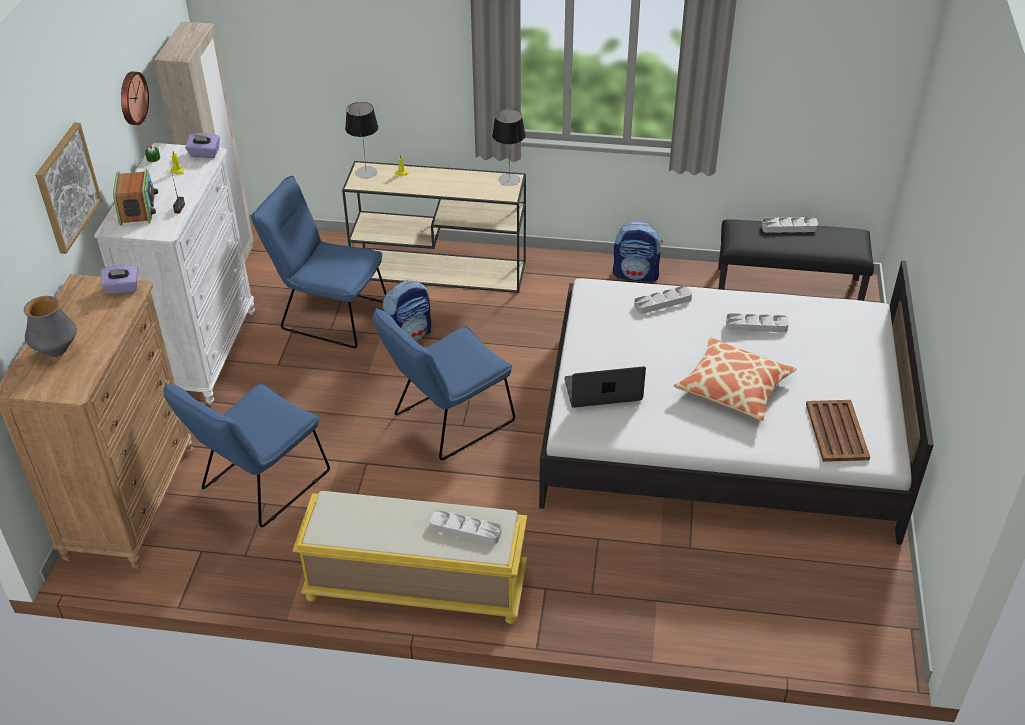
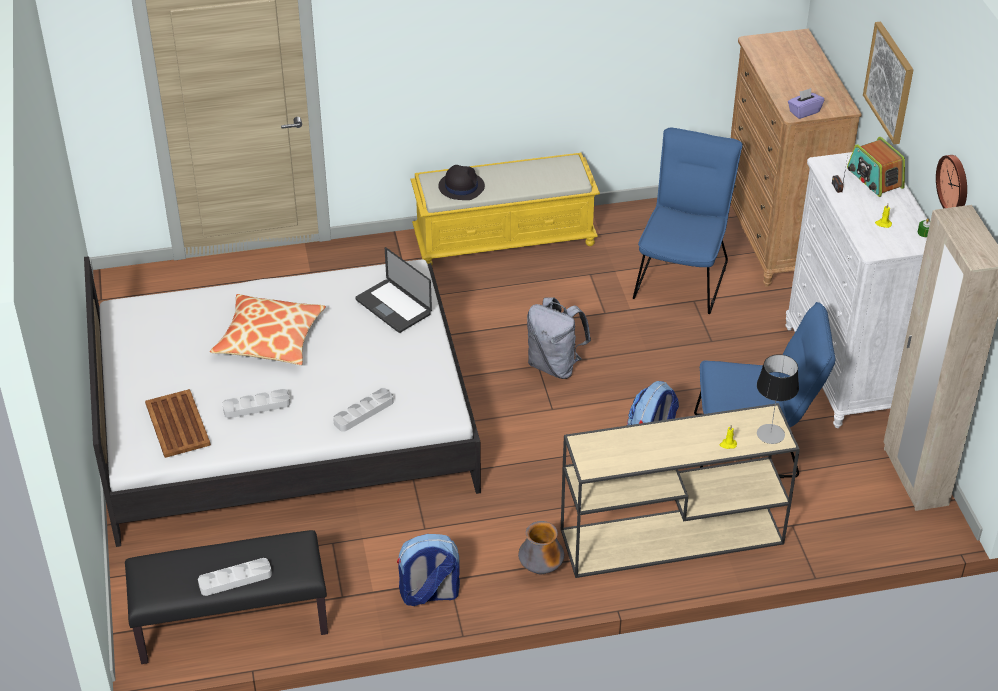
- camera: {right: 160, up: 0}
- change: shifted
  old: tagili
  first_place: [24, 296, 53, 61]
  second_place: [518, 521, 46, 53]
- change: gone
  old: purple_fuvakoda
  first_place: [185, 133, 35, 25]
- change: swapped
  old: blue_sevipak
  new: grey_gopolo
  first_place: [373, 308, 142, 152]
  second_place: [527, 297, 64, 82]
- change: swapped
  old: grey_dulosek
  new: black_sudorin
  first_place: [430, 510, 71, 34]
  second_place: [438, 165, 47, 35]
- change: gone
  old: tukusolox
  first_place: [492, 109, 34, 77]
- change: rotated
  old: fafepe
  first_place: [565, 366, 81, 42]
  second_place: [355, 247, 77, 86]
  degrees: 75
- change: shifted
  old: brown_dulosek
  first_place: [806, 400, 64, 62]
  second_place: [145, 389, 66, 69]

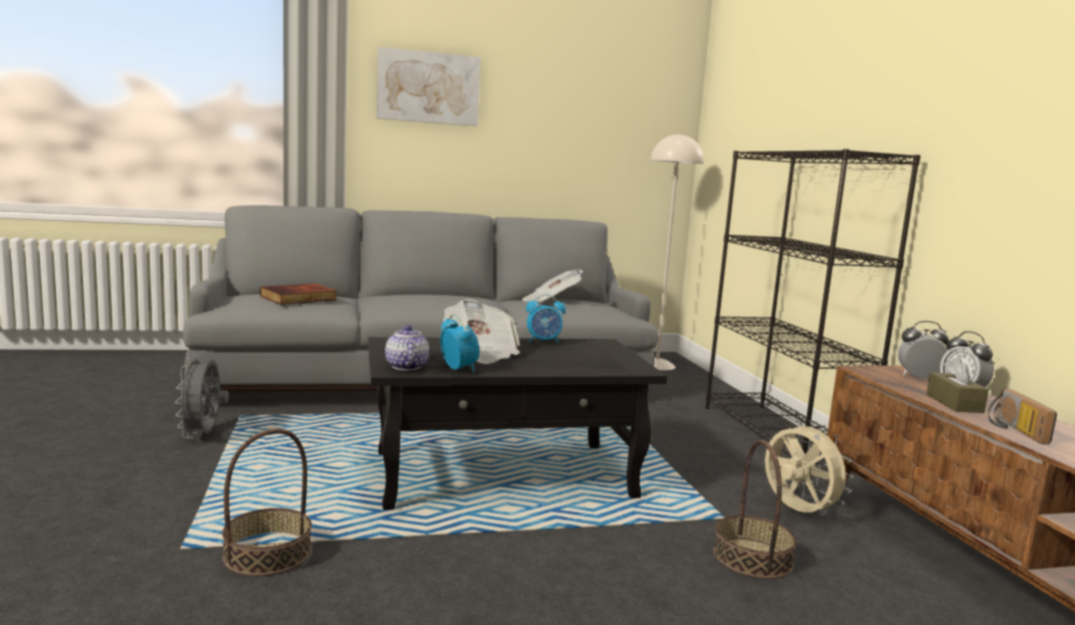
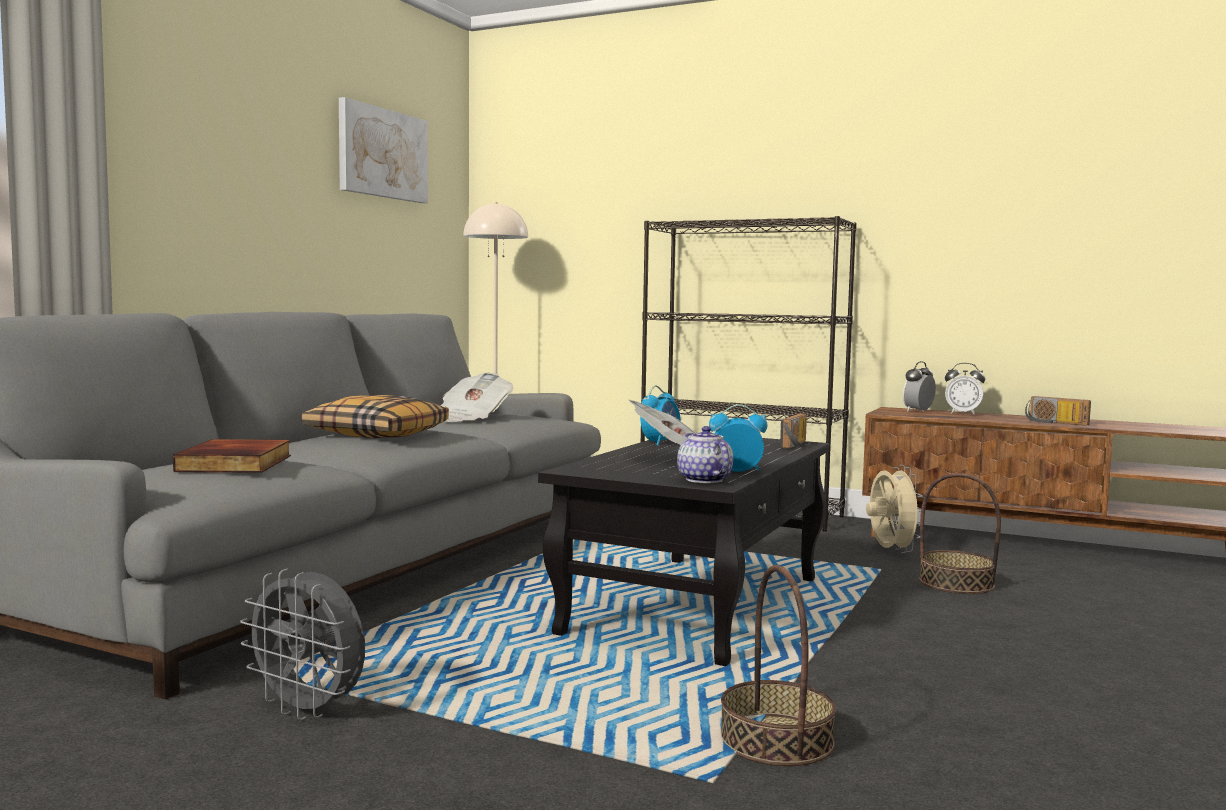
- camera: {right: -50, up: -5}
- change: shifted
  old: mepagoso
  first_place: [377, 47, 104, 79]
  second_place: [339, 97, 89, 106]
- change: rotated
  old: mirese
  first_place: [385, 325, 45, 45]
  second_place: [677, 426, 56, 57]
  degrees: 45
- change: rotated
  old: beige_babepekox
  first_place: [765, 420, 89, 95]
  second_place: [866, 465, 57, 88]
  degrees: 75
- change: gone
  old: brown_fuvakoda
  first_place: [926, 357, 63, 56]
- change: new
  new: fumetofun
  second_place: [302, 395, 147, 43]
- change: new
  new: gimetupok
  second_place: [780, 413, 30, 36]

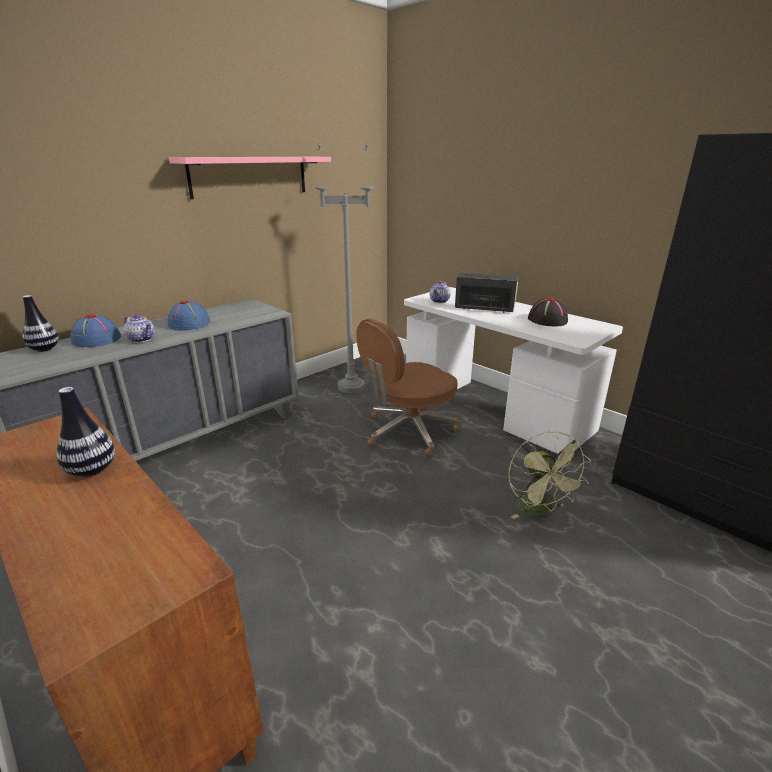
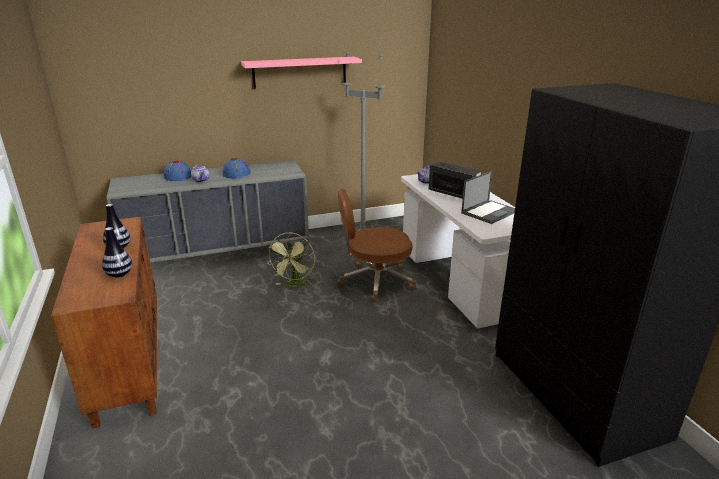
- camera: {right: 25, up: 0}
- change: shifted
  old: tagili
  first_place: [22, 295, 37, 57]
  second_place: [102, 227, 30, 51]
- change: shifted
  old: green_babepekox
  first_place: [508, 431, 83, 88]
  second_place: [267, 233, 48, 55]
- change: swapped
  old: black_sudorin
  new: fafepe
  first_place: [528, 298, 40, 29]
  second_place: [461, 171, 54, 53]

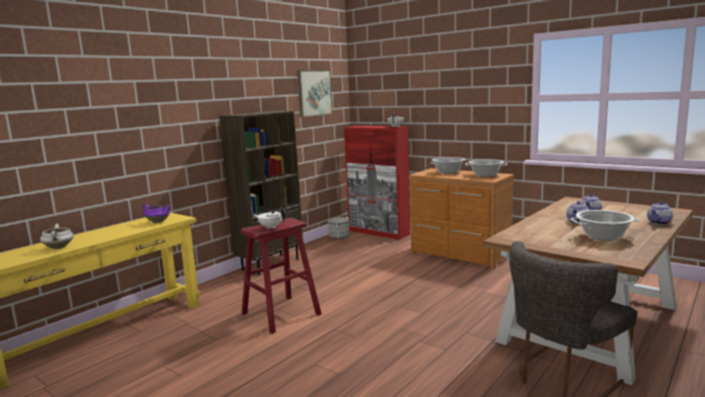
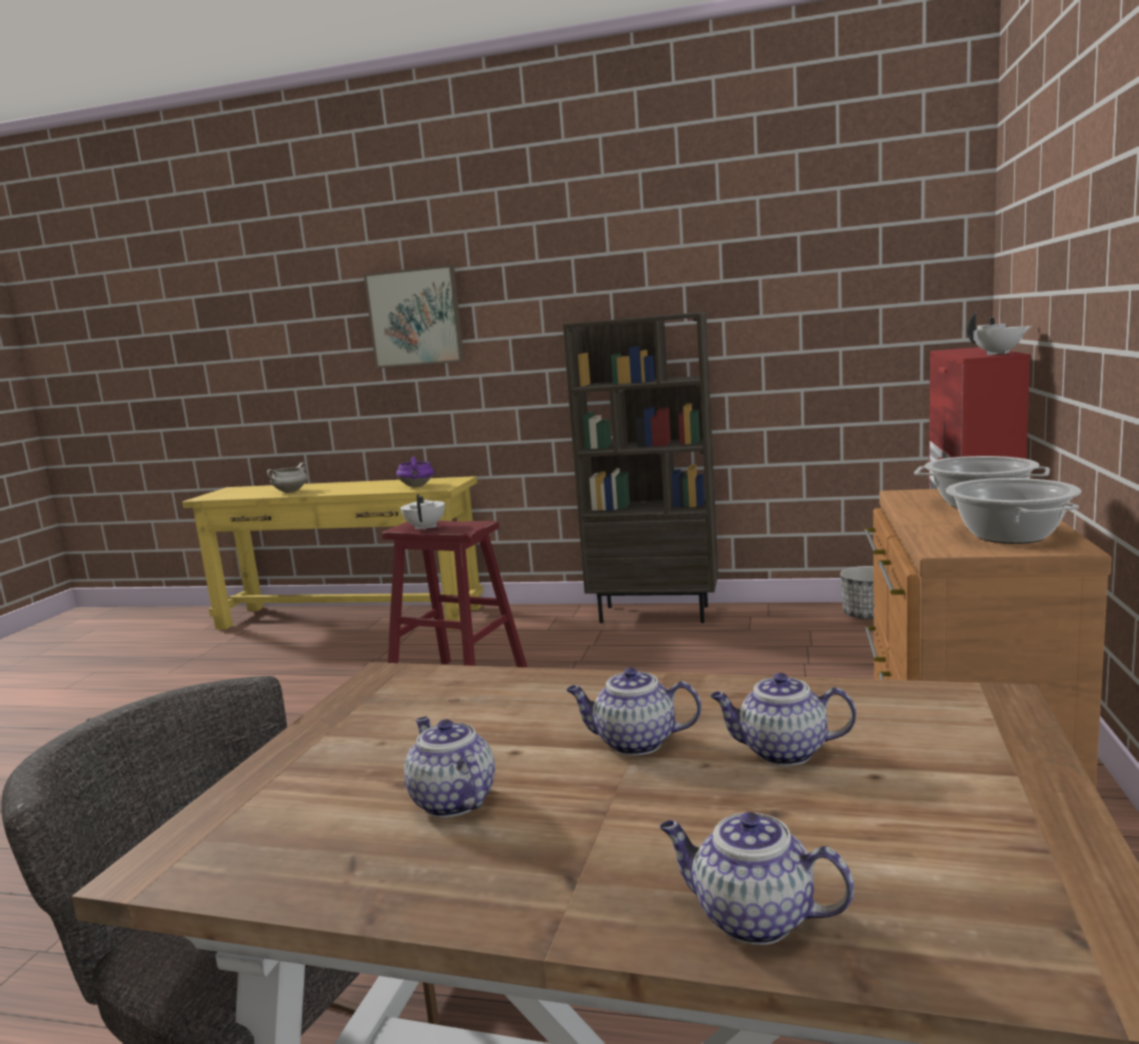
- camera: {right: 65, up: 0}
- change: shifted
  old: mepagoso
  first_place: [297, 70, 36, 48]
  second_place: [364, 265, 100, 103]
- change: swapped
  old: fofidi
  new: mirese
  first_place: [570, 210, 69, 31]
  second_place: [404, 717, 91, 101]

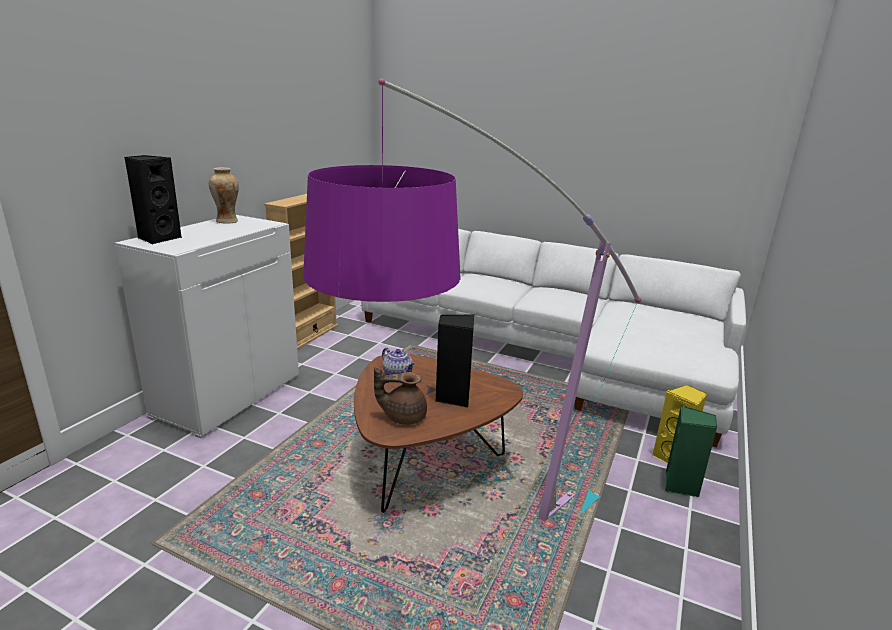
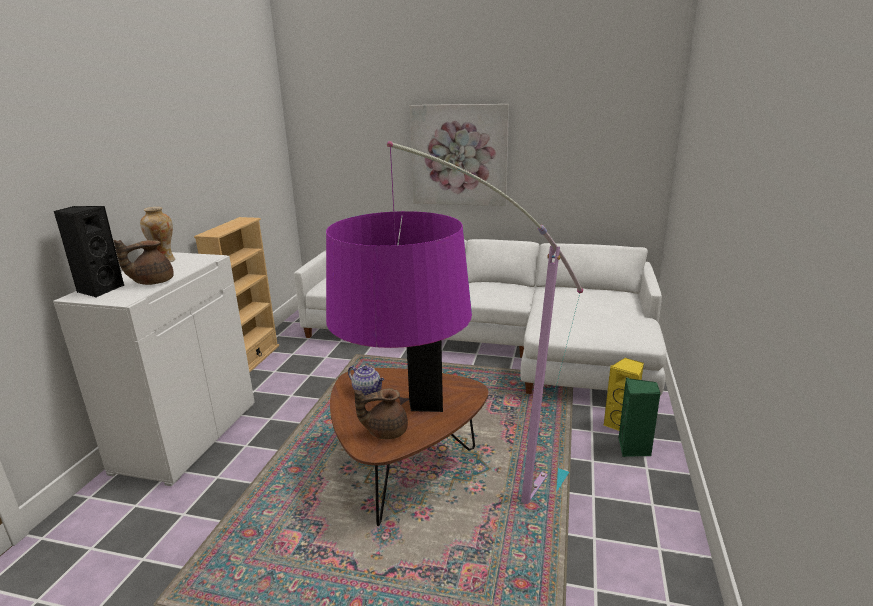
- camera: {right: -10, up: 0}
- change: new
  new: brown_mirese
  second_place: [114, 240, 60, 45]
- change: new
  new: mepagoso
  second_place: [410, 104, 99, 102]

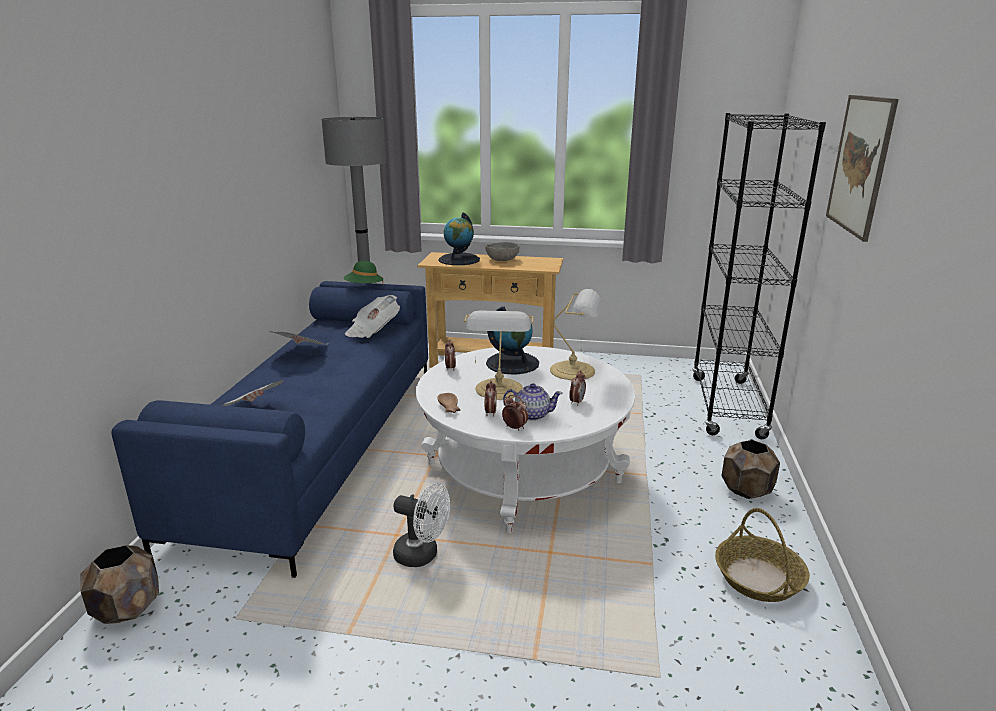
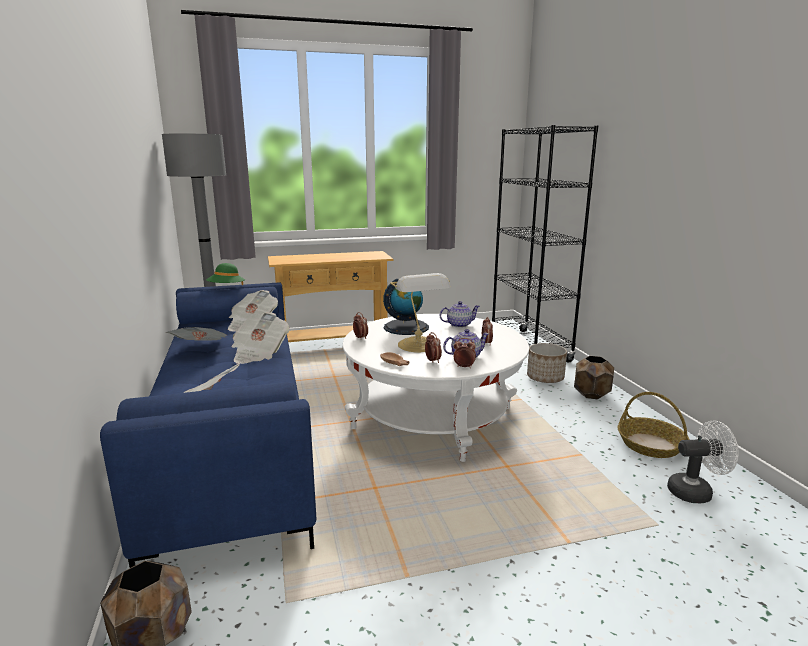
- camera: {right: -25, up: -5}
- change: shifted
  old: white_babepekox
  first_place: [393, 483, 57, 84]
  second_place: [667, 420, 72, 83]
- change: gone
  old: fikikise
  first_place: [438, 212, 42, 53]
- change: gone
  old: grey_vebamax
  first_place: [485, 242, 34, 19]
- change: swapped
  old: tukusolox
  new: mirese
  first_place: [550, 289, 52, 91]
  second_place: [440, 301, 40, 27]
- change: gone
  old: mepagoso
  first_place: [826, 95, 73, 147]
- change: new
  new: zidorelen
  second_place: [231, 312, 58, 52]
- change: new
  new: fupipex
  second_place: [527, 343, 40, 40]

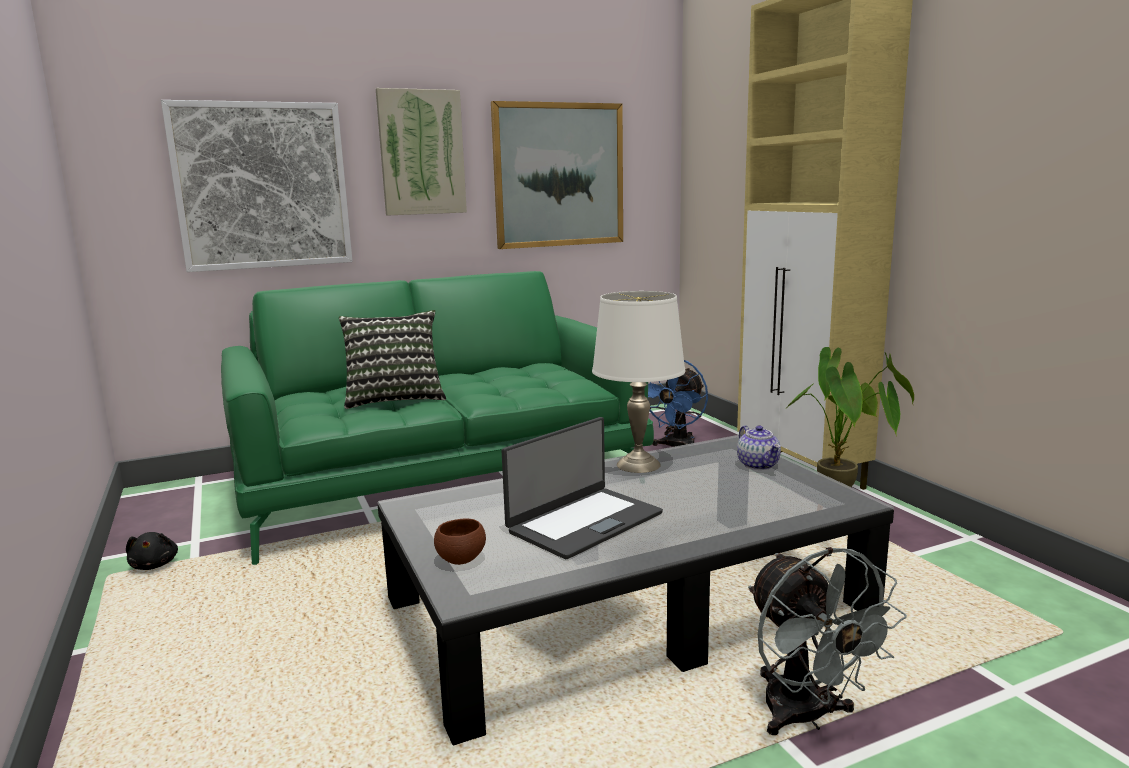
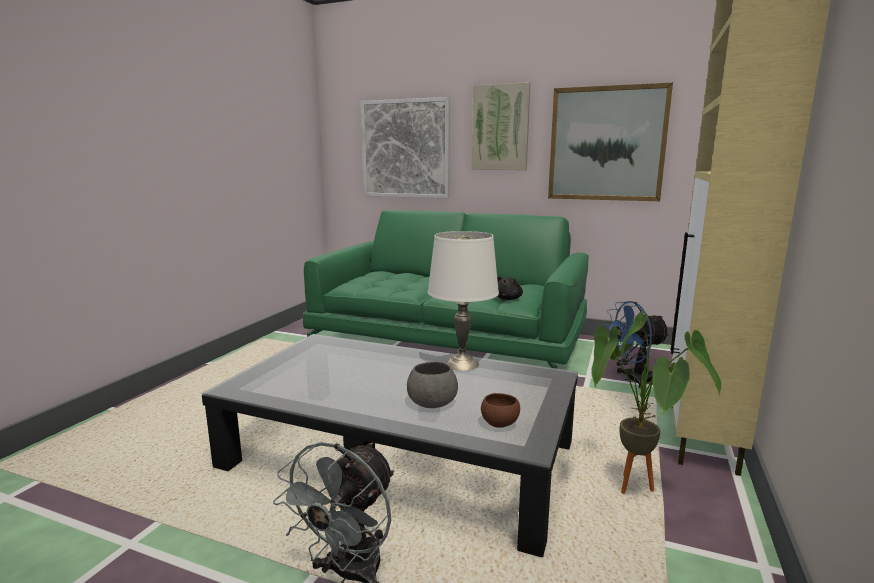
- camera: {right: 45, up: 0}
- change: shifted
  old: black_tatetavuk
  first_place: [126, 532, 52, 38]
  second_place: [497, 276, 26, 24]
- change: gone
  old: fumetofun
  first_place: [339, 310, 107, 99]
- change: shifted
  old: brown_vebamax
  first_place: [434, 518, 52, 47]
  second_place: [481, 393, 39, 35]
- change: gone
  old: fafepe
  first_place: [502, 417, 161, 142]
- change: gone
  old: mirese
  first_place: [737, 425, 44, 45]
- change: new
  new: grey_vebamax
  second_place: [407, 361, 51, 47]

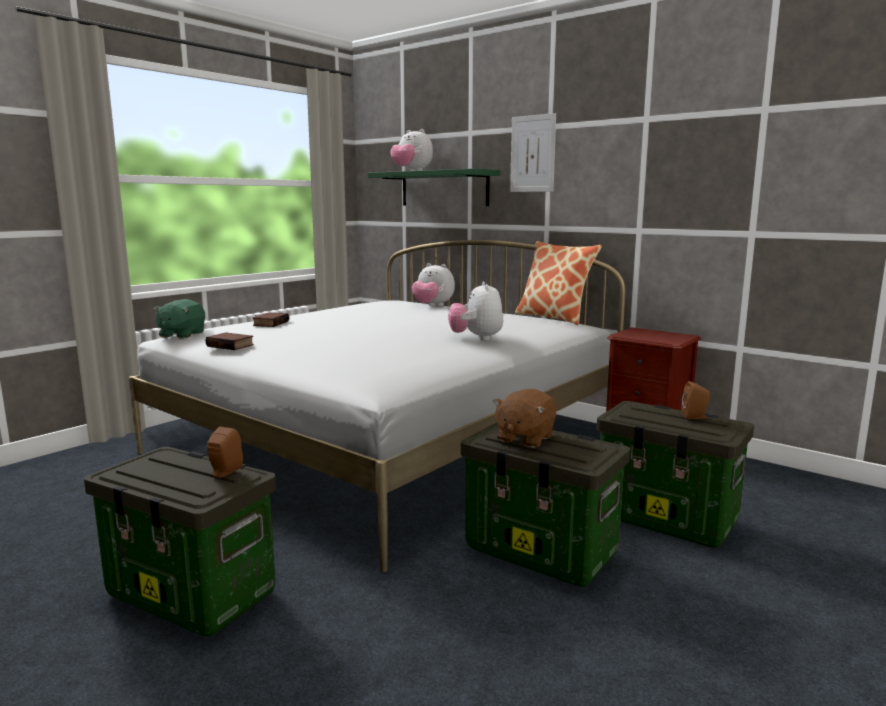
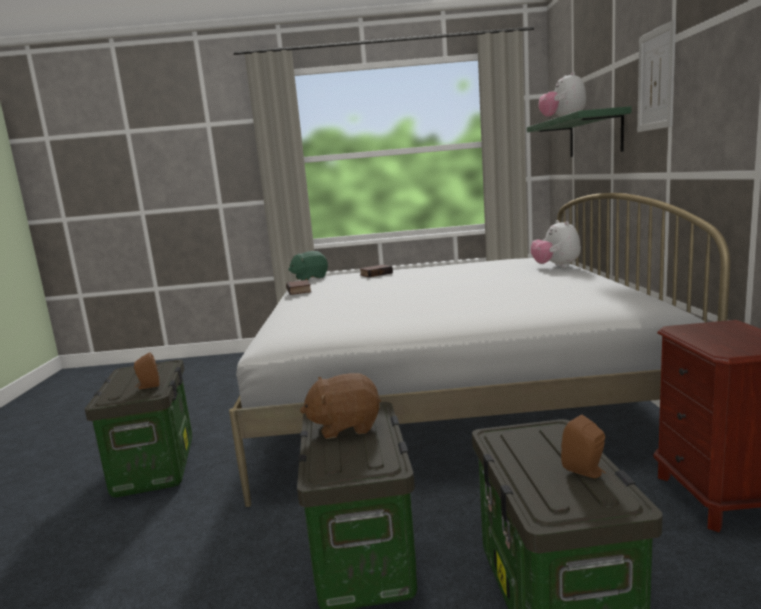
- camera: {right: 50, up: 0}
- change: gone
  old: tatetavuk
  first_place: [448, 282, 55, 59]
- change: gone
  old: fumetofun
  first_place: [515, 241, 87, 84]

